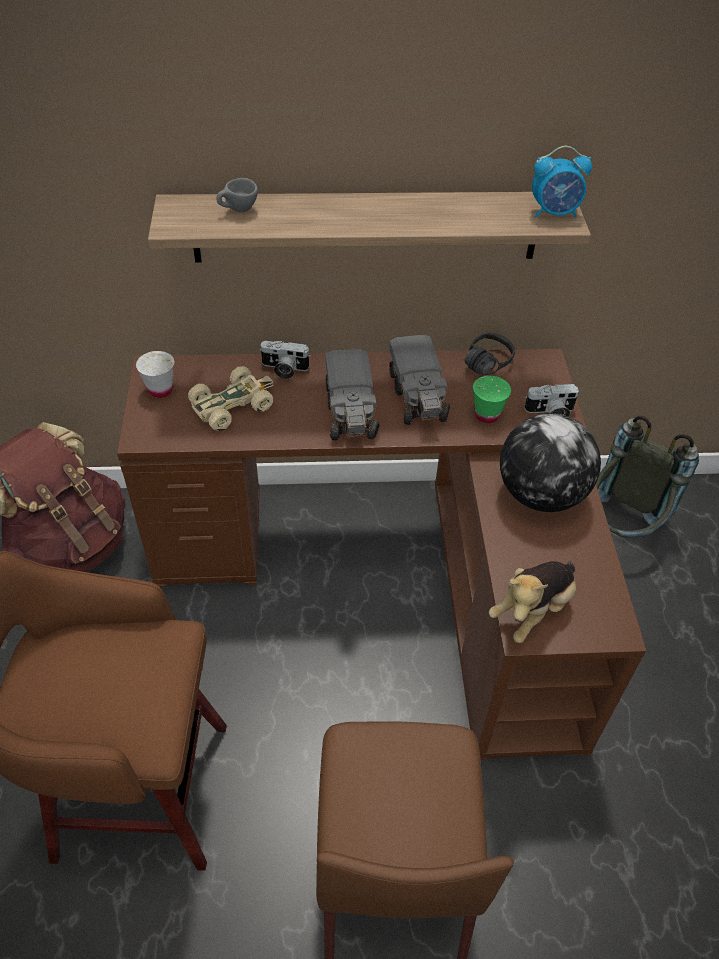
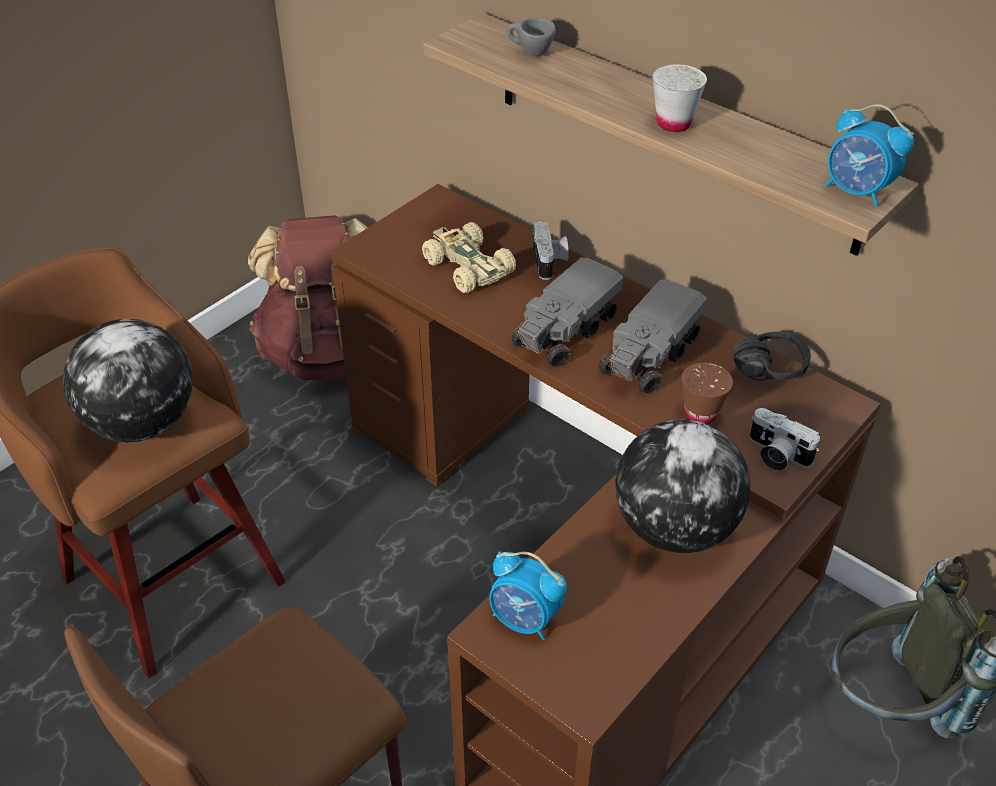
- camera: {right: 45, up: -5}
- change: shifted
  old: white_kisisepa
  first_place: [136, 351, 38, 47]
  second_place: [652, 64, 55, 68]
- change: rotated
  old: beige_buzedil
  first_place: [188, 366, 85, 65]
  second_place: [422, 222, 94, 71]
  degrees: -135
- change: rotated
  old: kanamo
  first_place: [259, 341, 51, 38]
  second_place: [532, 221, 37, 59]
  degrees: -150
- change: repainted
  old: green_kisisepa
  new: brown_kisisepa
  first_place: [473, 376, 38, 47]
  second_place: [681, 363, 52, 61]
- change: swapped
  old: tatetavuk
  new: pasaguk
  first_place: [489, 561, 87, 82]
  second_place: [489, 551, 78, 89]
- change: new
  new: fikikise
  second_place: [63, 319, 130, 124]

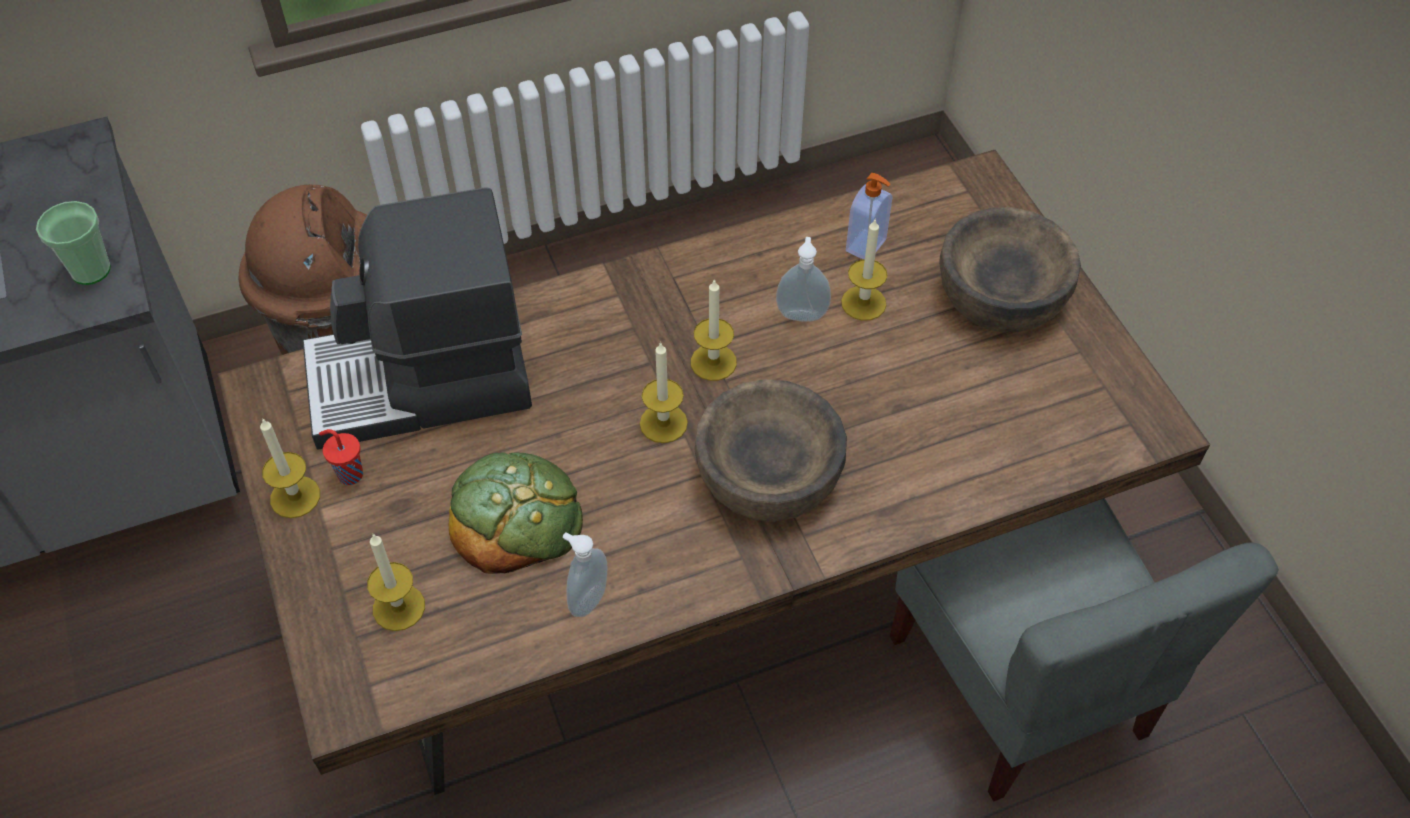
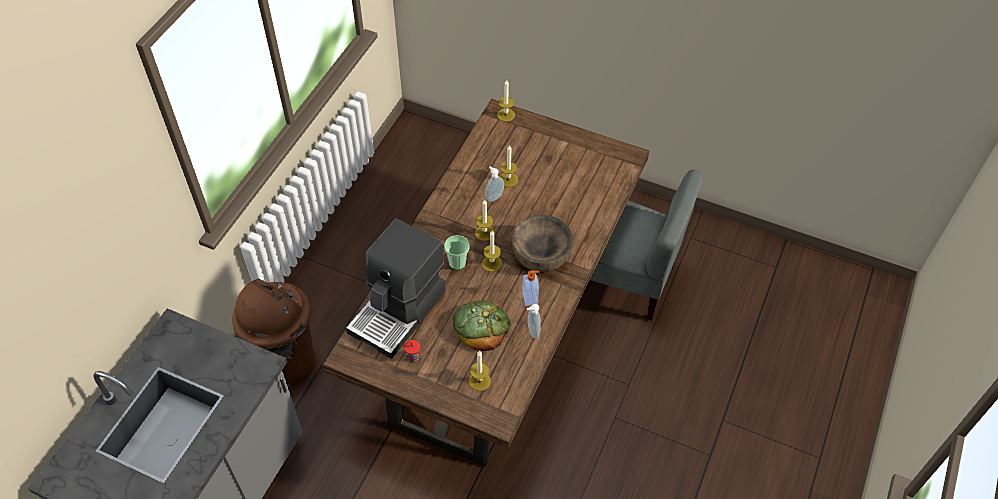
- camera: {right: -45, up: 0}
- change: shifted
  old: kisisepa
  first_place: [36, 201, 75, 84]
  second_place: [444, 235, 25, 35]
- change: shifted
  old: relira
  first_place: [260, 418, 60, 100]
  second_place: [497, 80, 18, 42]
- change: shifted
  old: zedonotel
  first_place: [846, 173, 46, 86]
  second_place: [522, 270, 18, 36]
- change: gone
  old: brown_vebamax
  first_place: [939, 207, 142, 125]

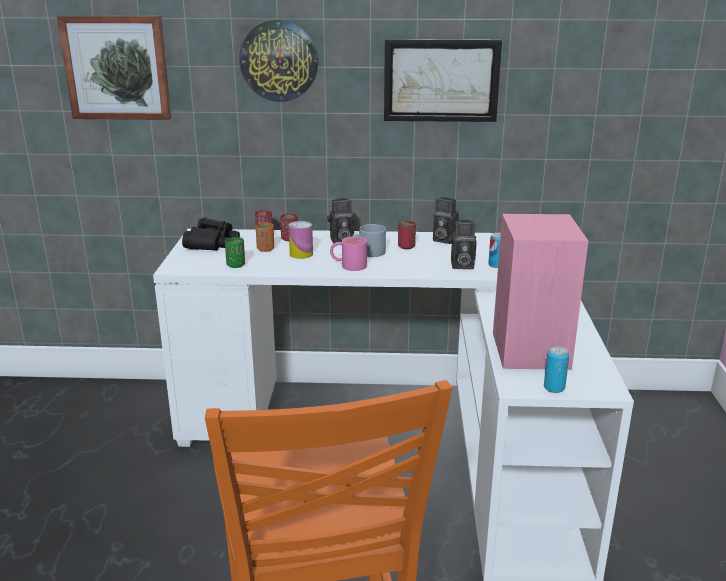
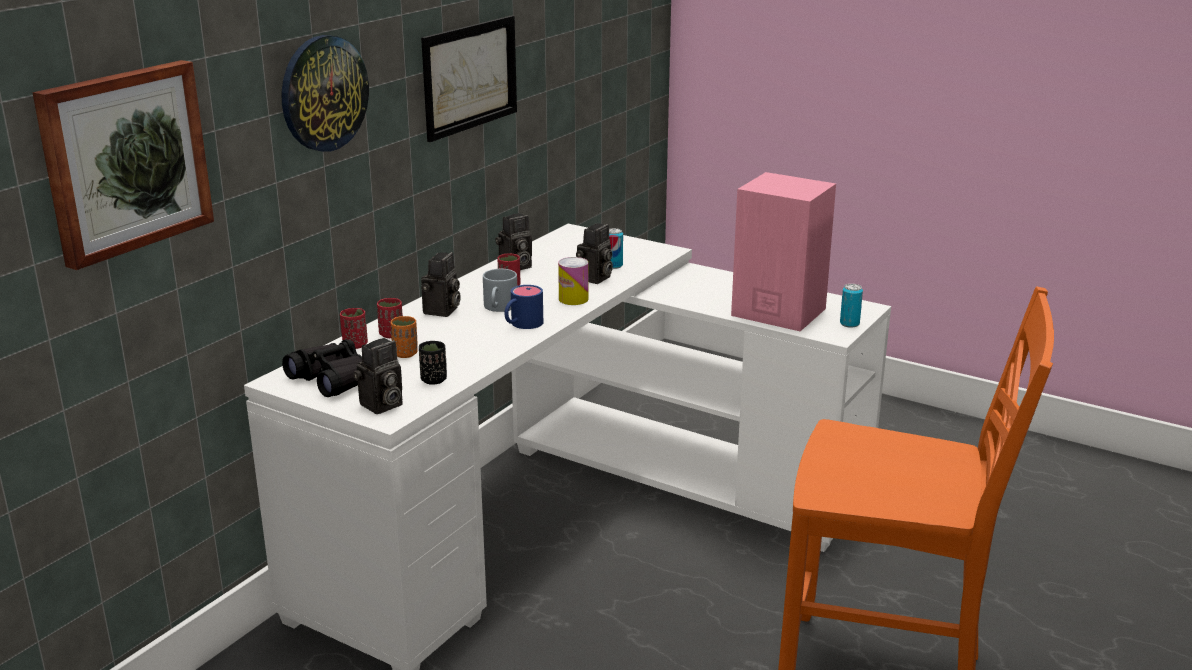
- camera: {right: -60, up: 0}
- change: repainted
  old: green_kisisepa
  new: black_kisisepa
  first_place: [225, 237, 20, 31]
  second_place: [419, 341, 28, 44]
- change: shifted
  old: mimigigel
  first_place: [289, 221, 24, 38]
  second_place: [558, 257, 31, 48]
- change: repainted
  old: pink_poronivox
  new: blue_poronivox
  first_place: [330, 236, 37, 35]
  second_place: [504, 285, 39, 44]
- change: new
  new: kanamo
  second_place: [353, 338, 50, 76]

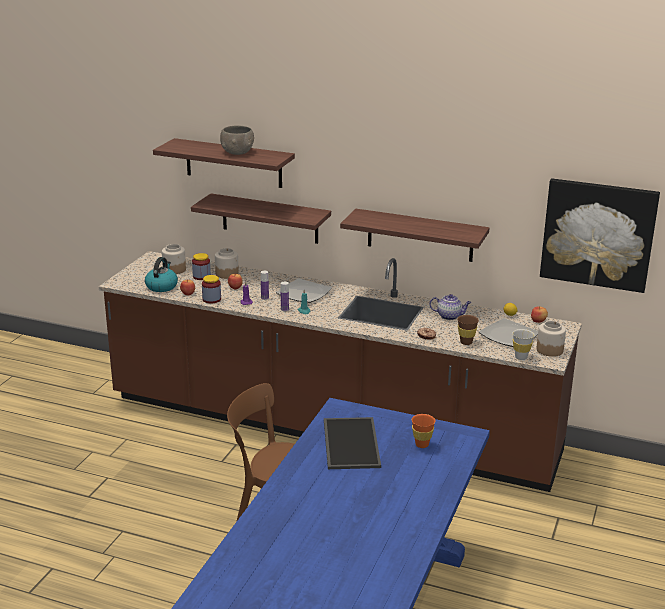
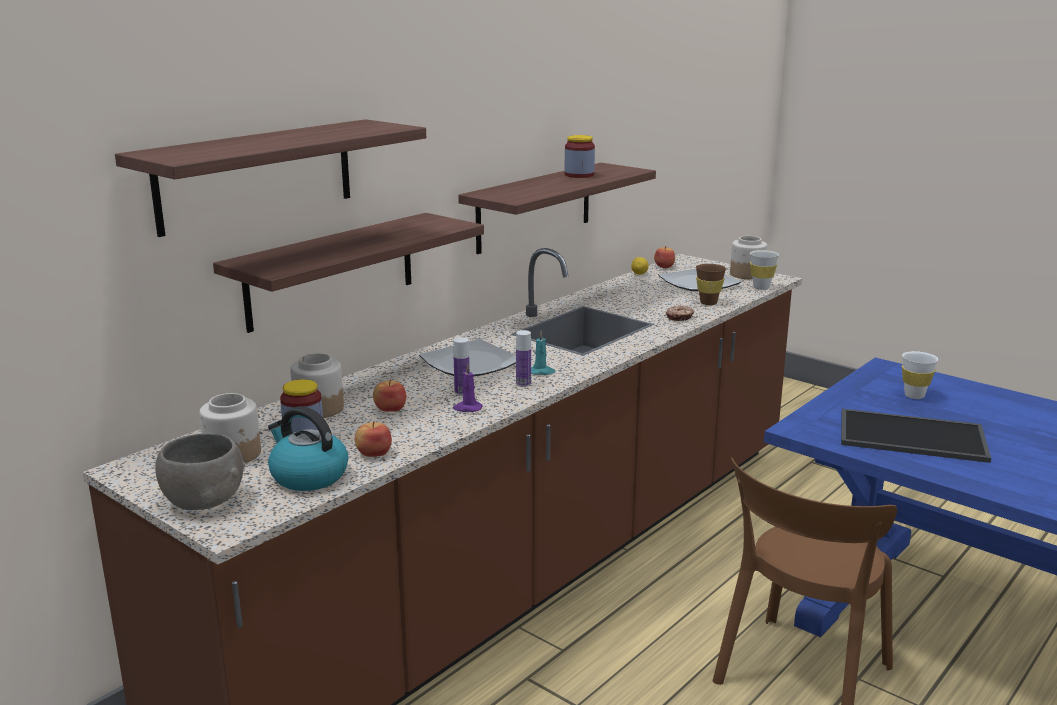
- camera: {right: -70, up: -5}
- change: shifted
  old: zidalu
  first_place: [202, 275, 19, 28]
  second_place: [565, 135, 30, 43]
- change: shifted
  old: grey_vebamax
  first_place: [220, 125, 34, 30]
  second_place: [155, 433, 90, 77]
- change: repainted
  old: orange_kisisepa
  new: white_kisisepa
  first_place: [412, 414, 23, 34]
  second_place: [902, 351, 36, 48]
- change: gone
  old: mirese
  first_place: [429, 294, 42, 26]
- change: gone
  old: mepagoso
  first_place: [540, 179, 120, 114]

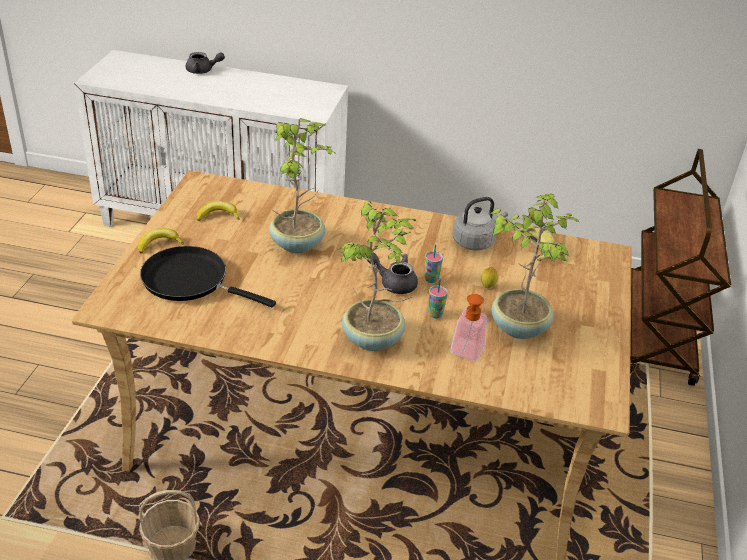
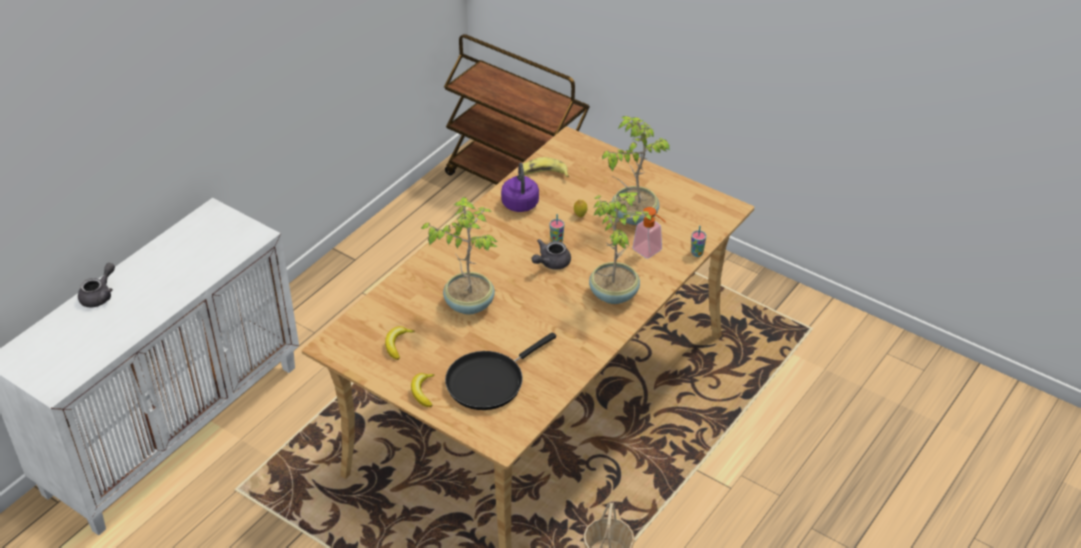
- camera: {right: -65, up: 5}
- change: shifted
  old: kisisepa
  first_place: [428, 279, 20, 39]
  second_place: [691, 226, 16, 31]
- change: repainted
  old: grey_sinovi
  new: purple_sinovi
  first_place: [452, 197, 56, 54]
  second_place: [501, 163, 38, 49]

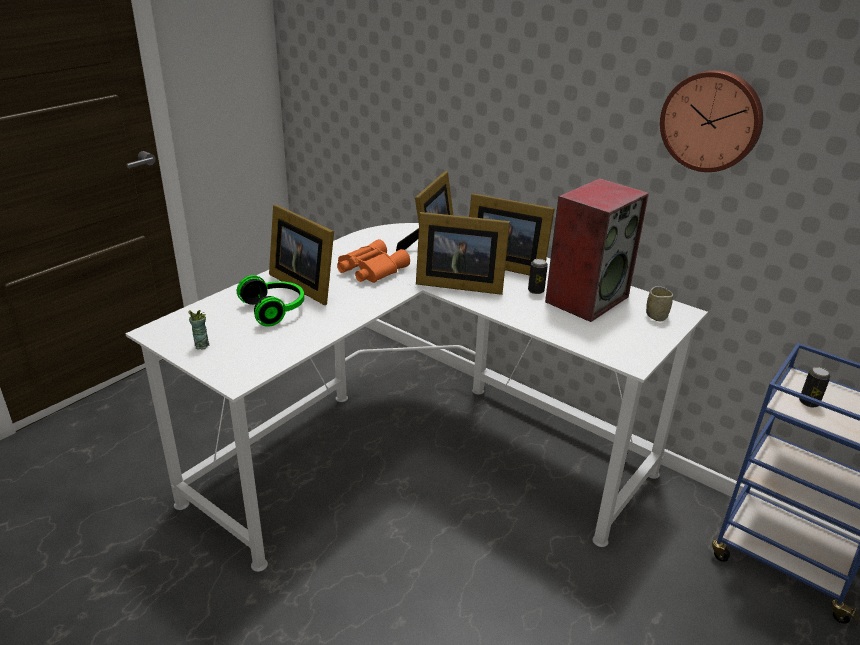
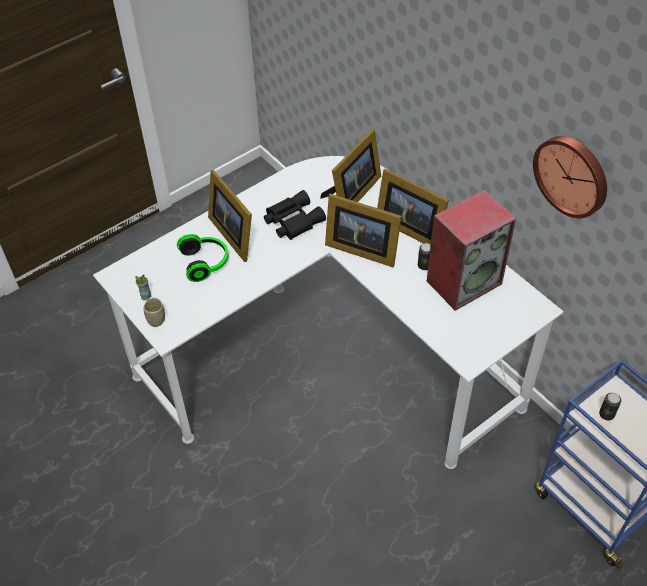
- camera: {right: 15, up: 20}
- change: repainted
  old: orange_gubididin
  new: black_gubididin
  first_place: [337, 239, 73, 44]
  second_place: [264, 190, 62, 50]
- change: shifted
  old: kisisepa
  first_place: [646, 286, 27, 35]
  second_place: [144, 298, 21, 29]

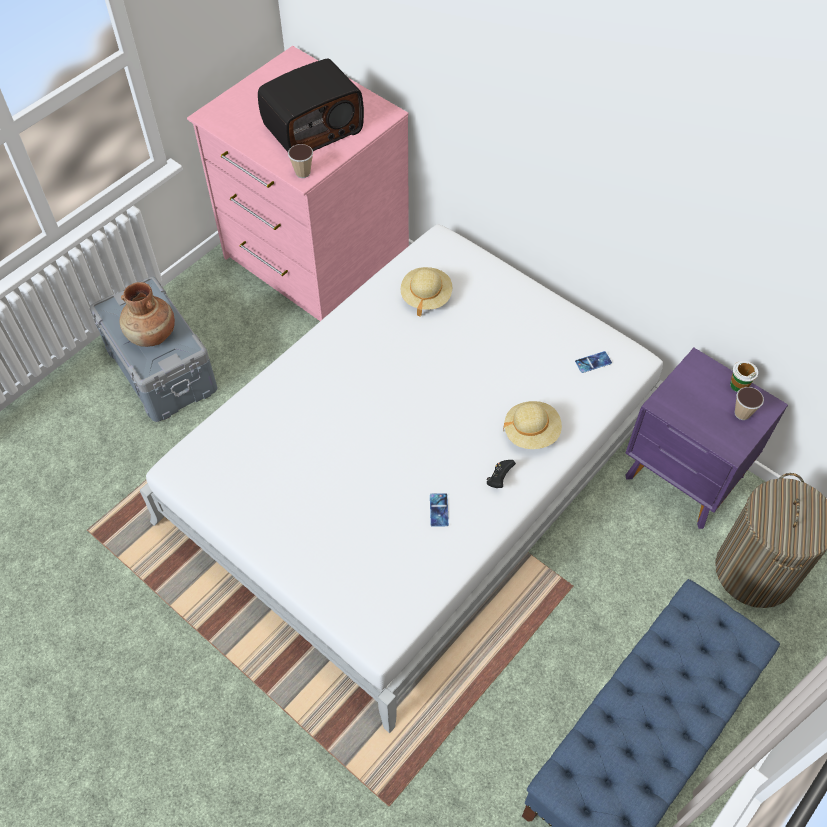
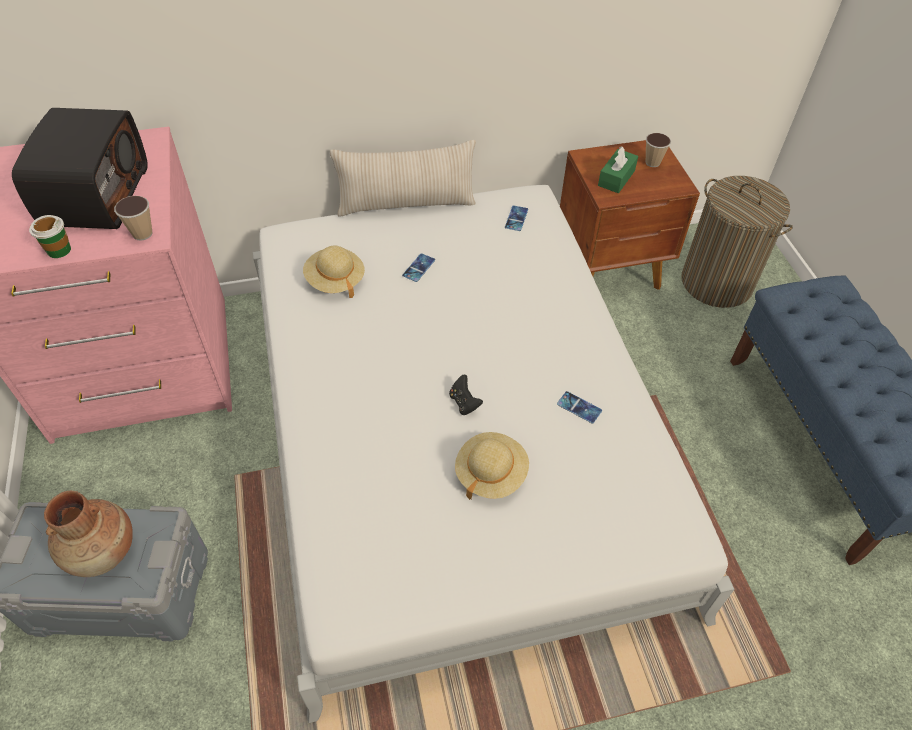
- camera: {right: -55, up: -5}
- change: shifted
  old: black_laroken
  first_place: [487, 460, 29, 28]
  second_place: [449, 375, 34, 40]
- change: shifted
  old: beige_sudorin
  first_place: [503, 401, 59, 48]
  second_place: [455, 432, 74, 68]
- change: repainted
  old: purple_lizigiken
  new: brown_lizigiken
  first_place: [625, 348, 163, 181]
  second_place: [560, 140, 140, 150]
- change: shifted
  old: kisisepa
  first_place: [730, 361, 28, 31]
  second_place: [29, 215, 42, 43]
- change: new
  new: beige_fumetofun
  second_place: [330, 140, 146, 76]
- change: new
  new: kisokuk
  second_place: [402, 253, 33, 29]
- change: new
  new: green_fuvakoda
  second_place: [598, 146, 40, 47]

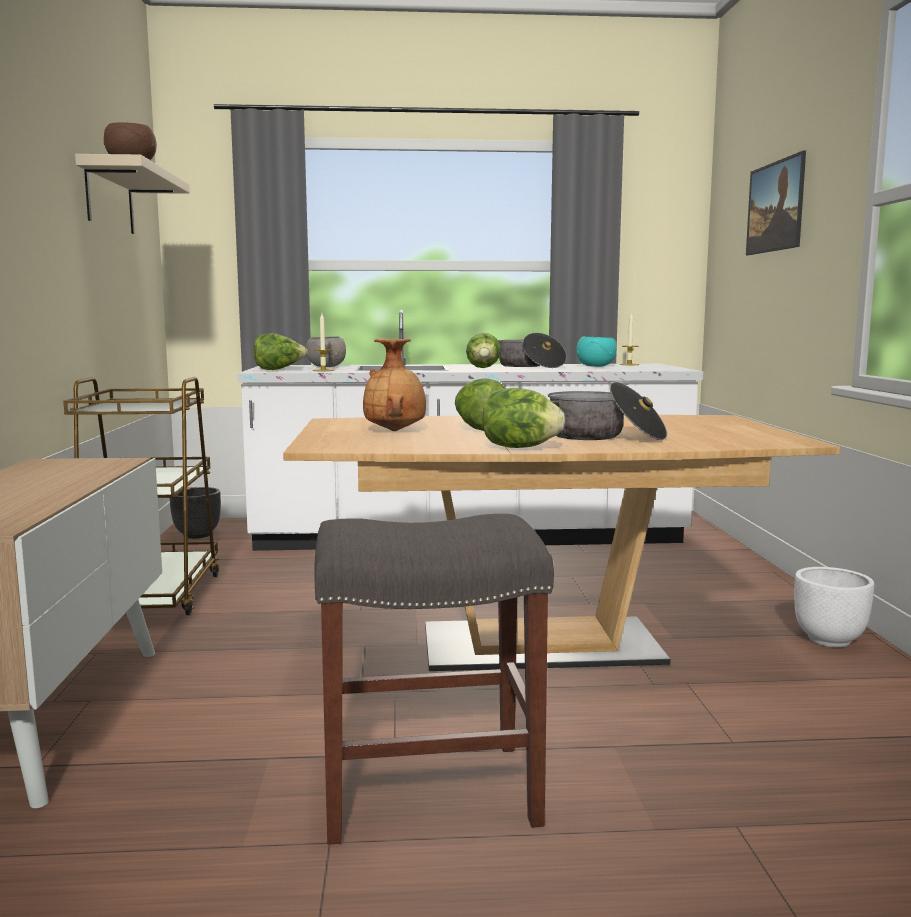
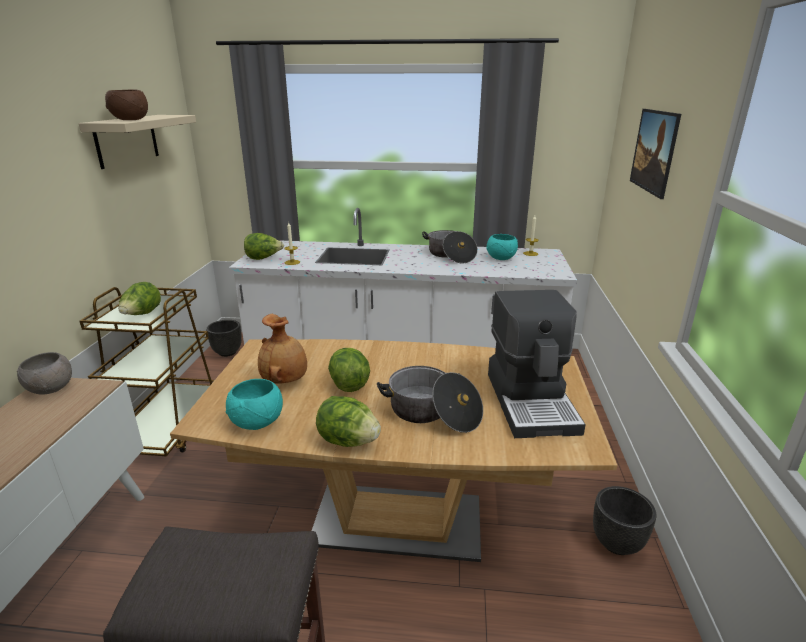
- camera: {right: 10, up: 15}
- change: shifted
  old: grey_vebamax
  first_place: [306, 336, 40, 31]
  second_place: [17, 352, 55, 42]
- change: shifted
  old: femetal
  first_place: [466, 333, 35, 35]
  second_place: [119, 282, 42, 33]
- change: repainted
  old: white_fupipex
  new: black_fupipex
  first_place: [794, 567, 80, 81]
  second_place: [593, 486, 63, 69]
- change: new
  new: turquoise_vebamax
  second_place: [226, 379, 57, 51]
- change: new
  new: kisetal
  second_place: [488, 290, 98, 148]

